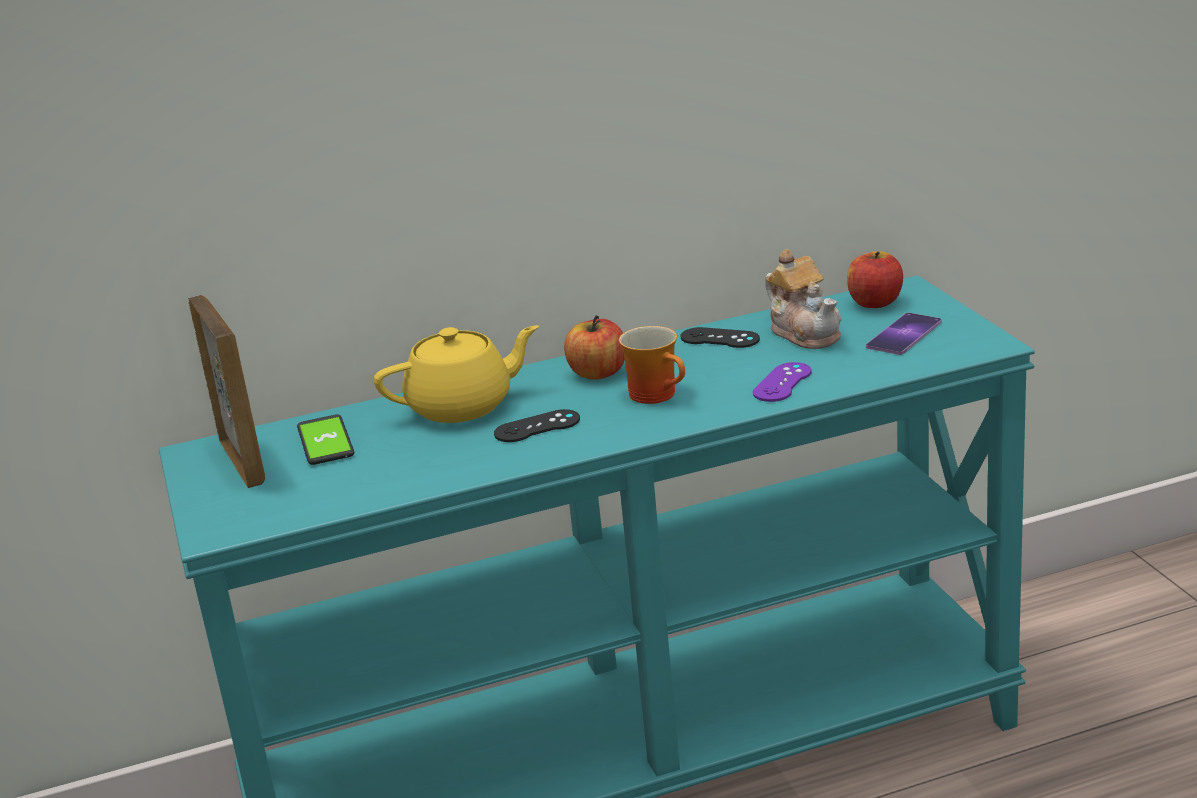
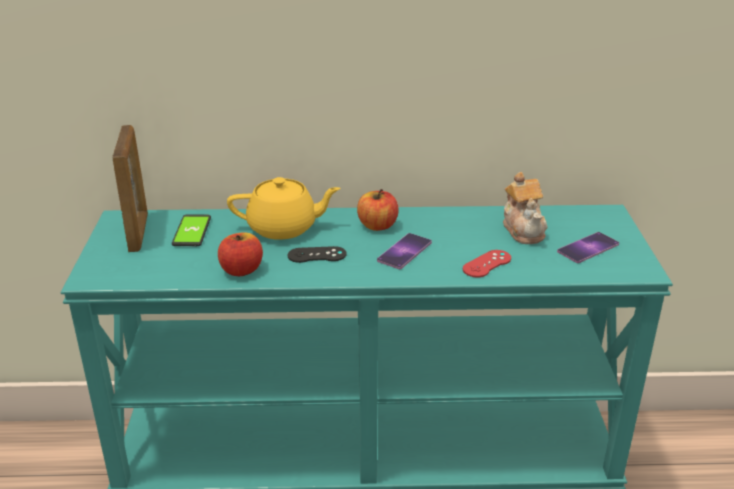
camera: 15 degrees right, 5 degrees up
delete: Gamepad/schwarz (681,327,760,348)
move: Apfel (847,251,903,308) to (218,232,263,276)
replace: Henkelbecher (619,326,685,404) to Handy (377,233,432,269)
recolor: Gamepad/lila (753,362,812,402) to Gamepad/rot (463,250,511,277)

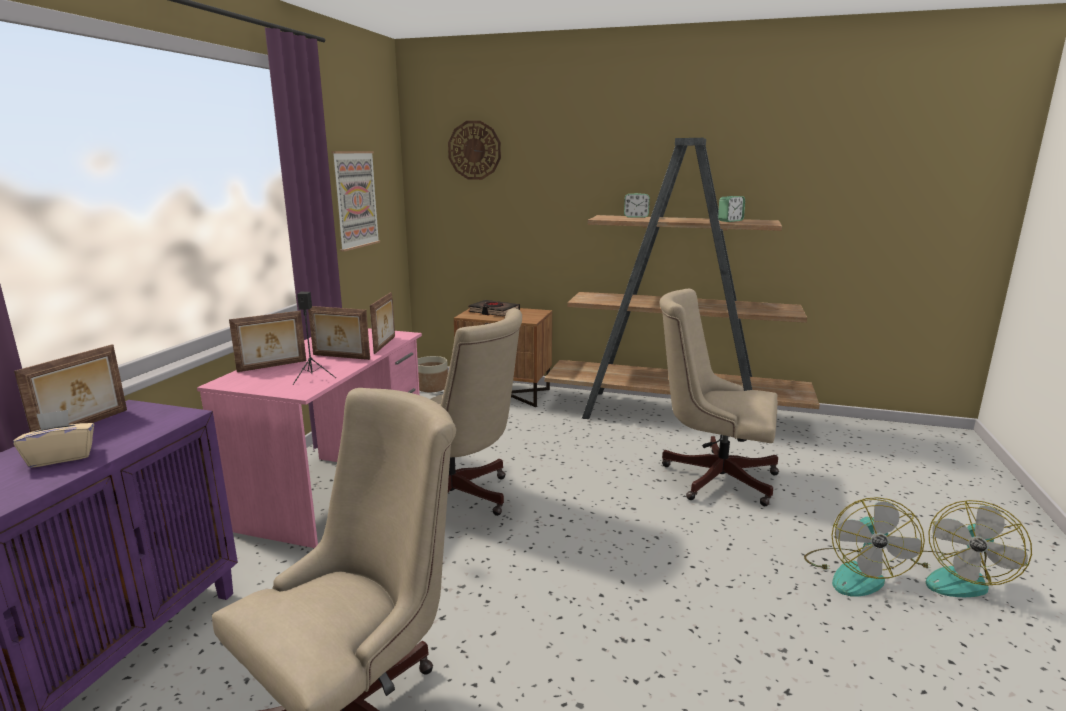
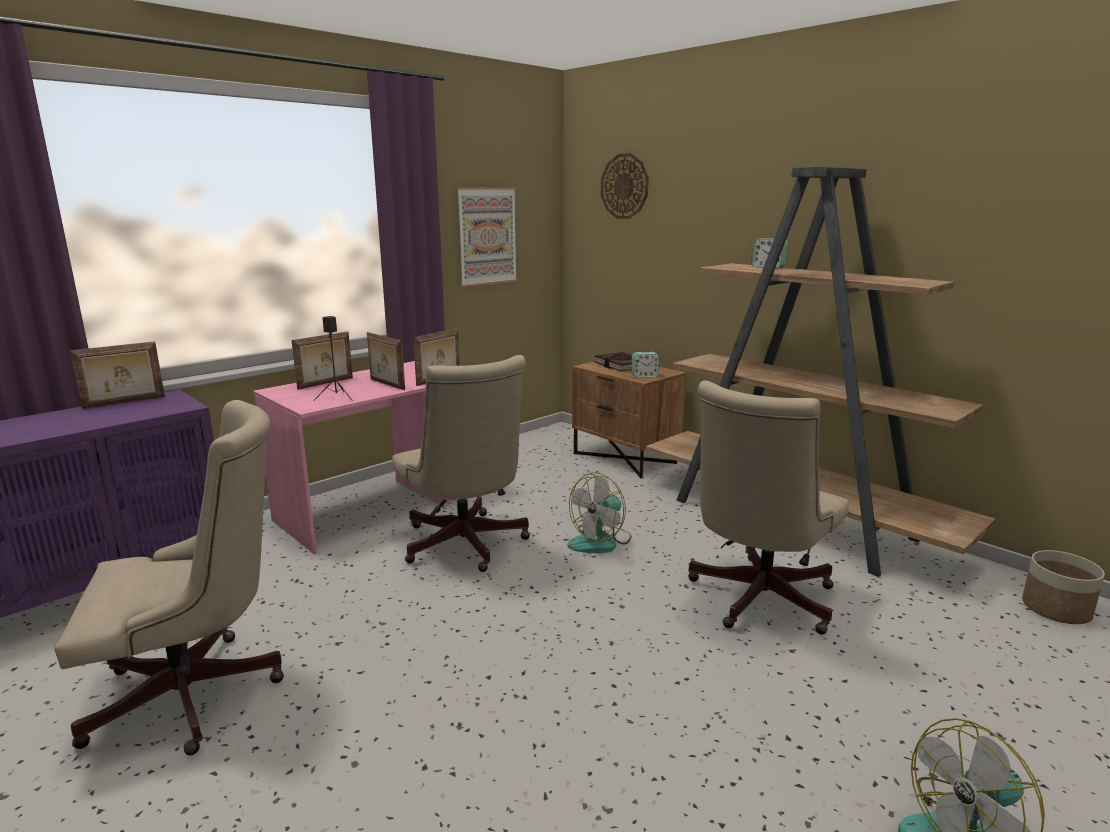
camera: 30 degrees right, 0 degrees up
delete: Taschentuchbox/beige (13,409,94,468)
move: Pflanzkübel (418,356,448,392) to (1022,550,1105,624); Wecker (718,196,745,222) to (631,352,660,378); Ventilator (804,497,925,597) to (567,472,632,553)
rotate: Bilderrahmen (229,311,306,372) = (291,331,353,390) 45 degrees counterclockwise; Bürostuhl/beige (660,289,779,506) = (688,381,849,635) 105 degrees counterclockwise

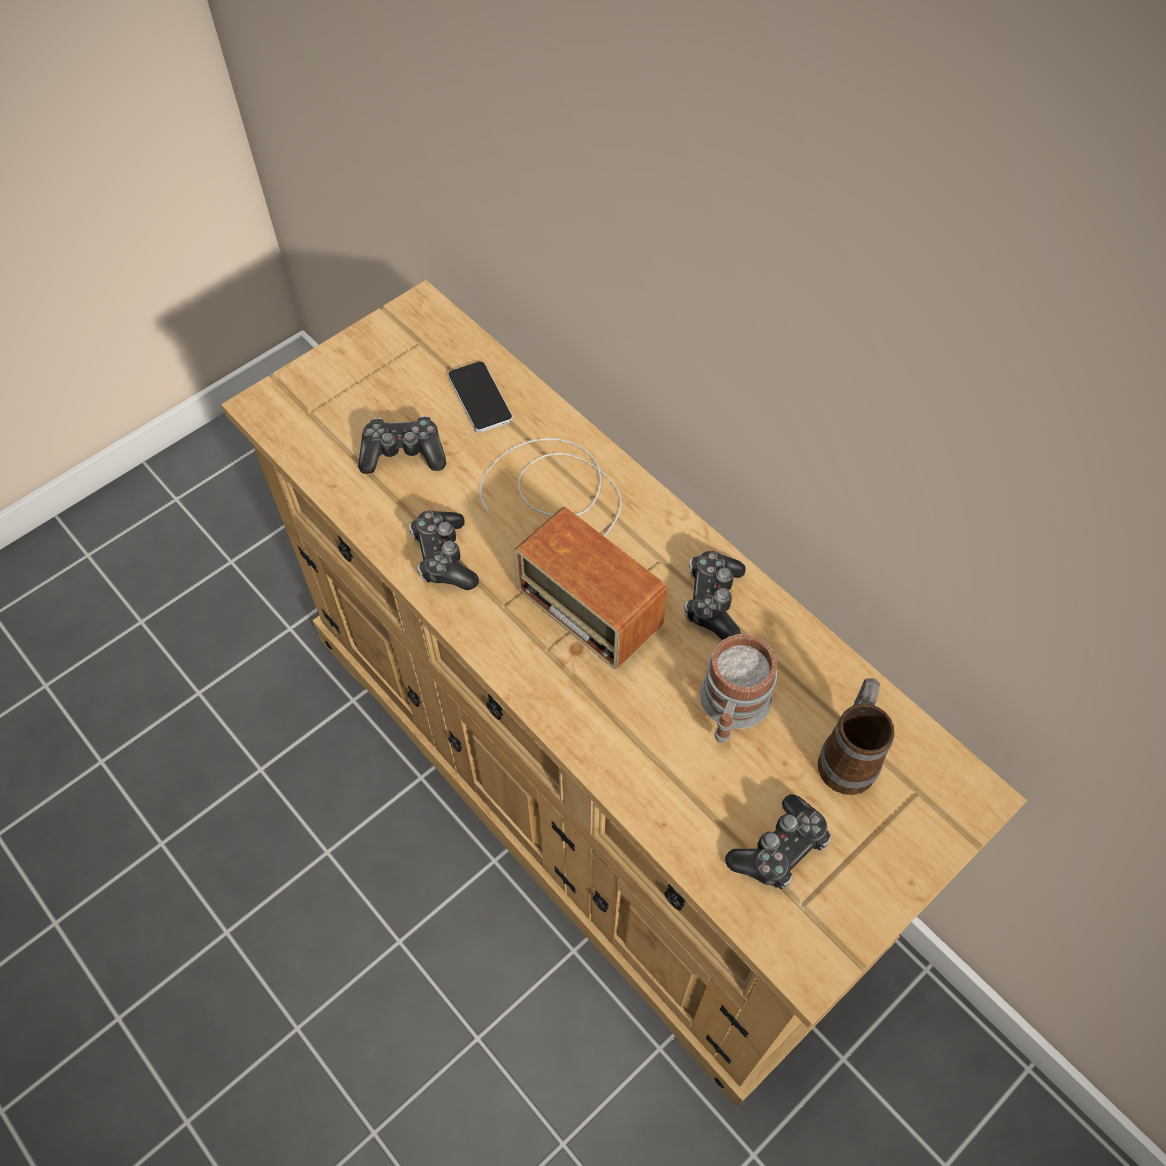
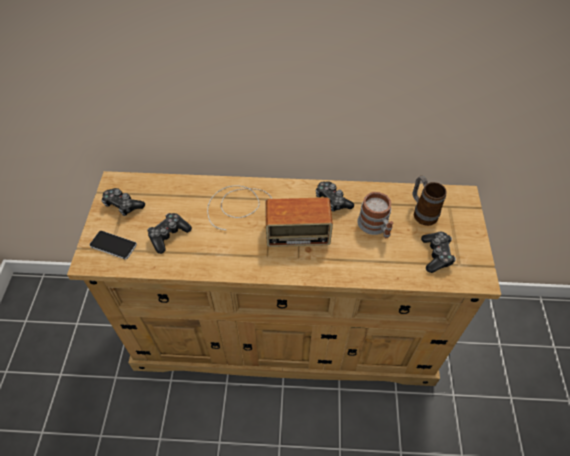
camera: 45 degrees left, 5 degrees down
move: Gamepad (409,510,479,590) to (101,188,145,216); Handy (448,361,513,433) to (90,231,137,259)

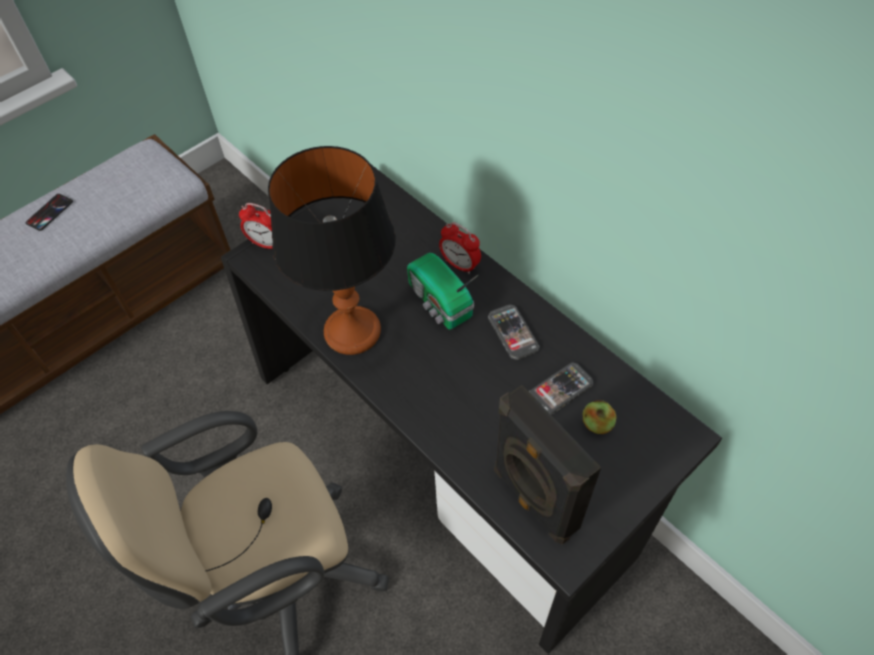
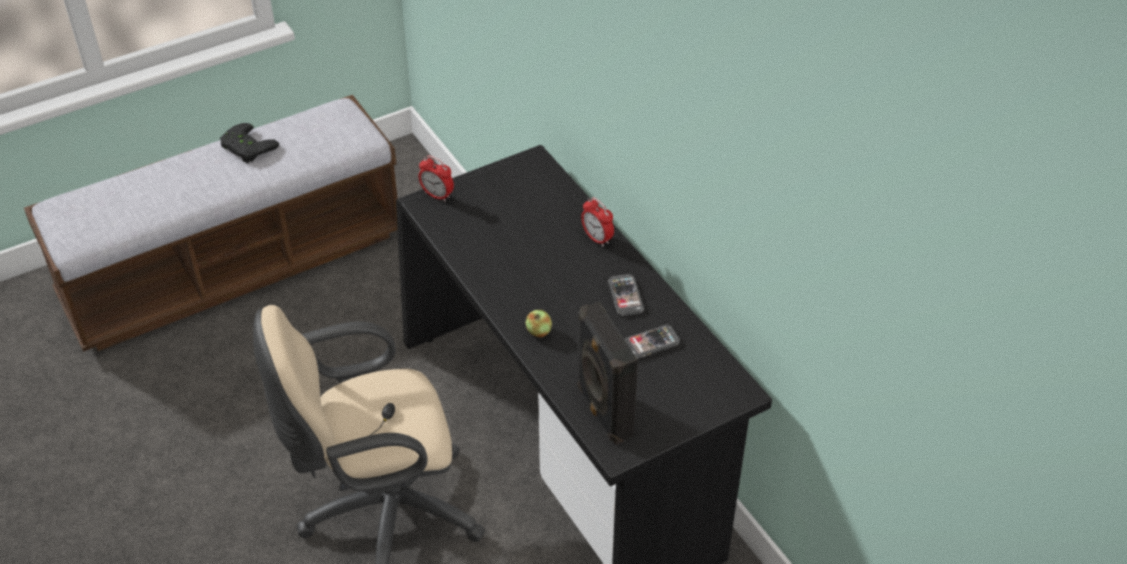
camera: 10 degrees right, 10 degrees down
delete: Tischlampe (268,146,396,355); Radio (407,253,478,330)
move: Apfel (583,400,617,434) to (526,309,552,338)
replace: Handy (26,194,73,231) to Gamepad/schwarz (220,123,279,163)

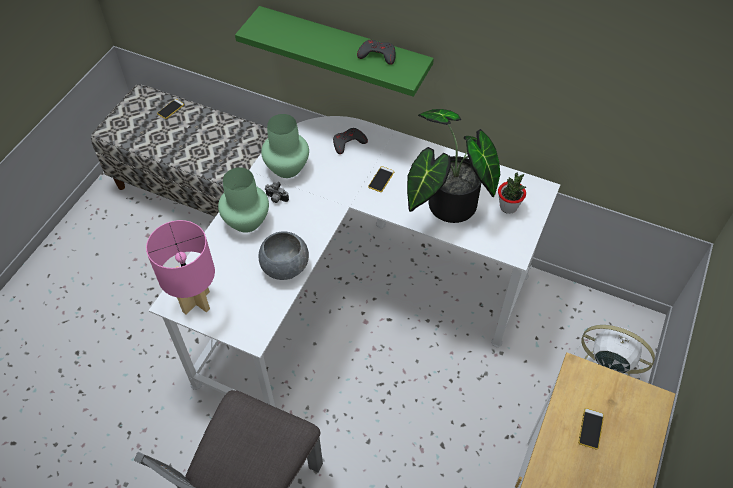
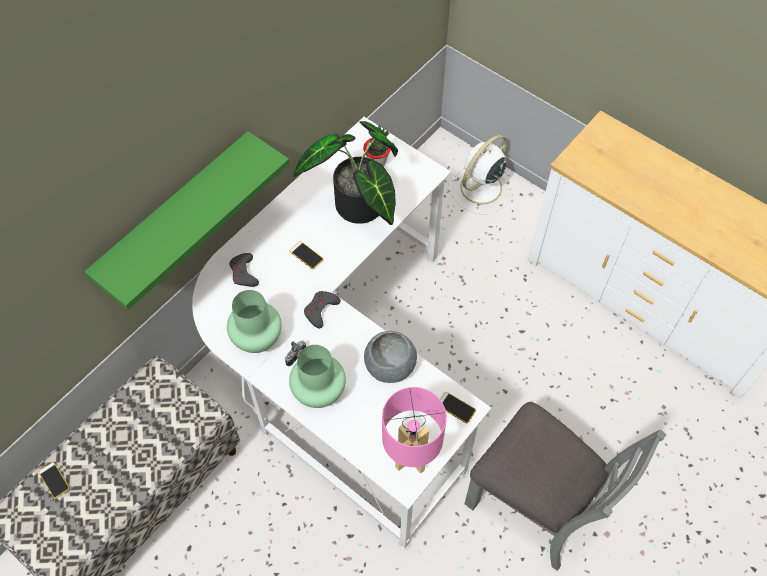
camera: 75 degrees left, 5 degrees up
move: Gamepad/grau (357,40,396,65) to (304,291,341,329); Handy (578,408,604,450) to (440,392,476,423)

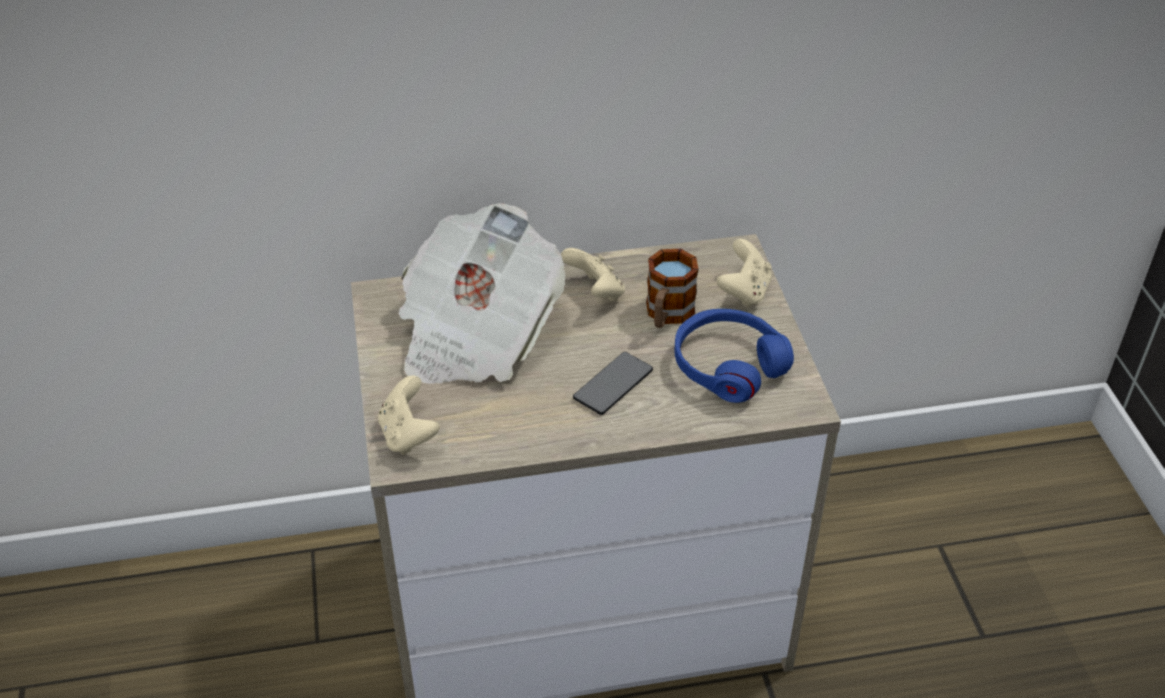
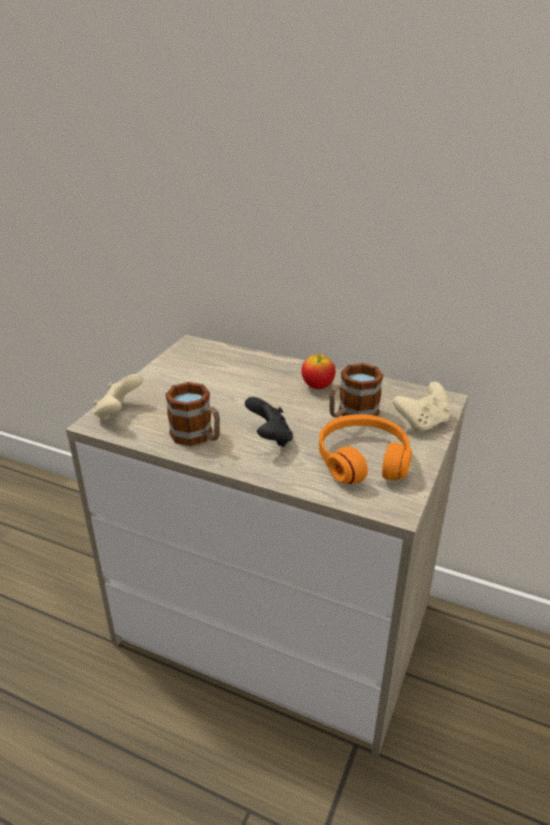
camera: 35 degrees right, 10 degrees down
delete: Zeitung (398,203,566,384)
insert: Henkelbecher (165,382,220,446)
replace: Gamepad/beige (561,248,625,301) to Apfel (301,354,336,389); Handy (573,352,653,415) to Gamepad/schwarz (245,397,293,447)
recolor: Kopfhörer/blau (674,309,794,403) to Kopfhörer/orange (319,414,412,484)

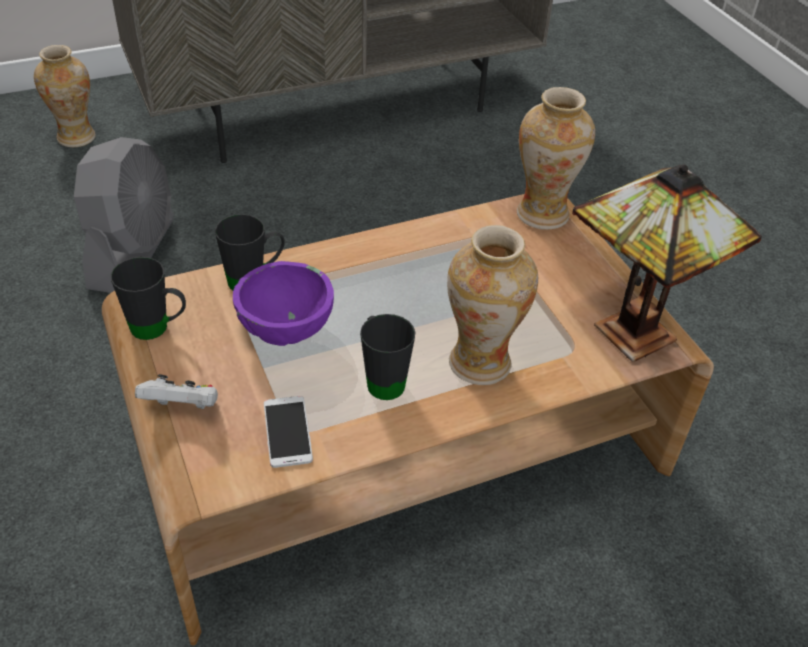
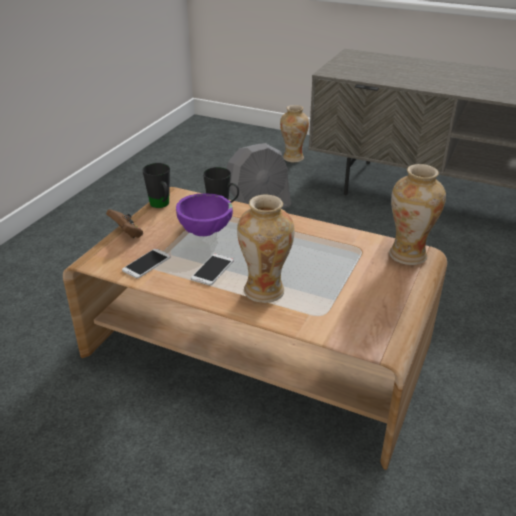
camera: 50 degrees right, 10 degrees down
delete: Tischlampe (572,165,762,362)
replace: Henkelbecher/schwarz (360,314,415,400) to Handy (191,254,233,286)
recolor: Gamepad/weiß (135,374,218,409) to Gamepad/braun (106,209,143,238)

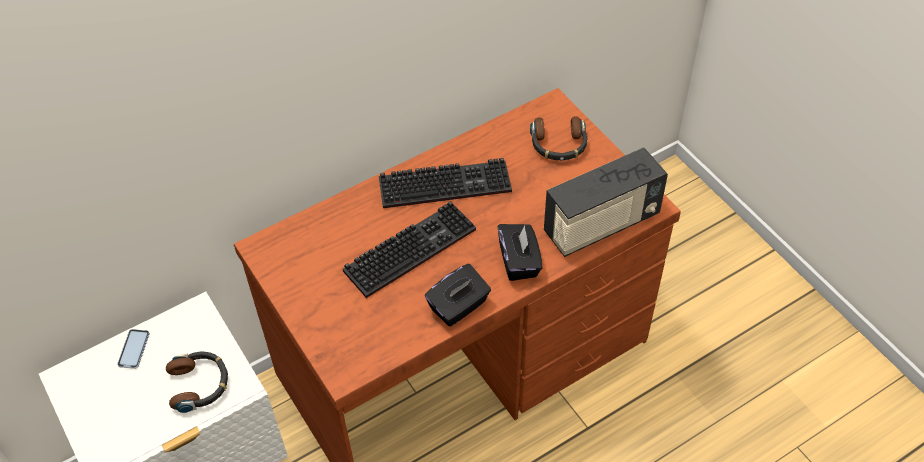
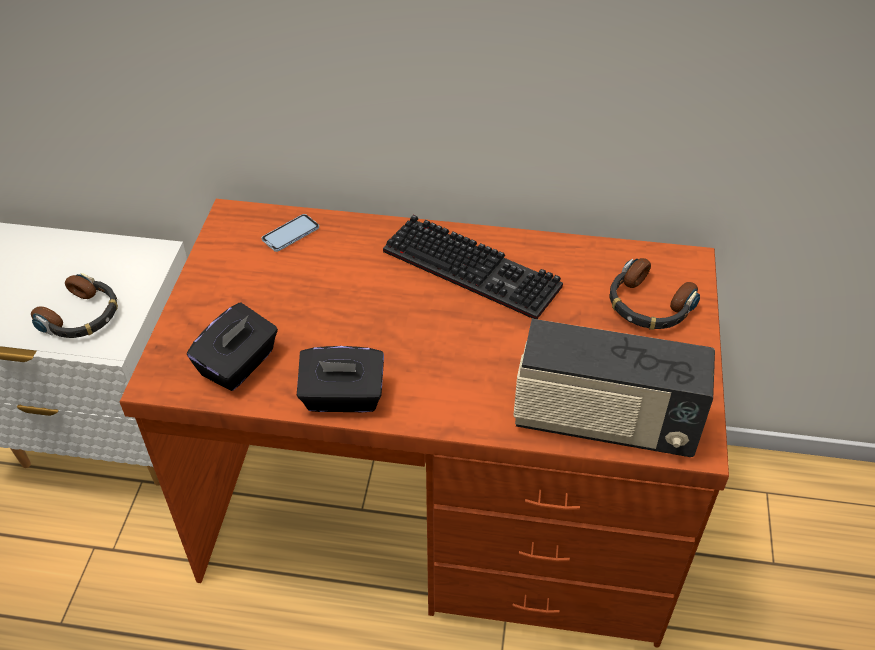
camera: 40 degrees right, 5 degrees down
delete: Tastatur (343,201,476,298)
move: Handy (117,329,150,369) to (262,214,319,252); Taschentuchbox/schwarz (498,224,543,281) to (187,303,278,391)

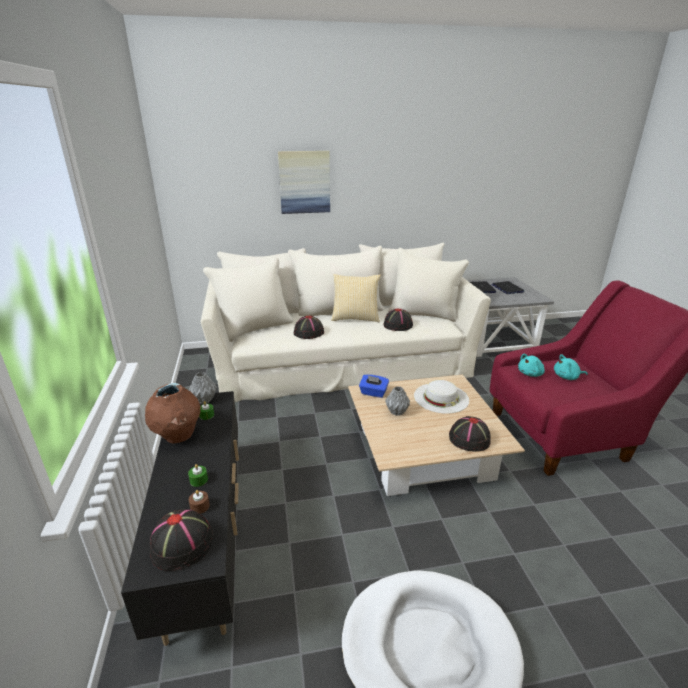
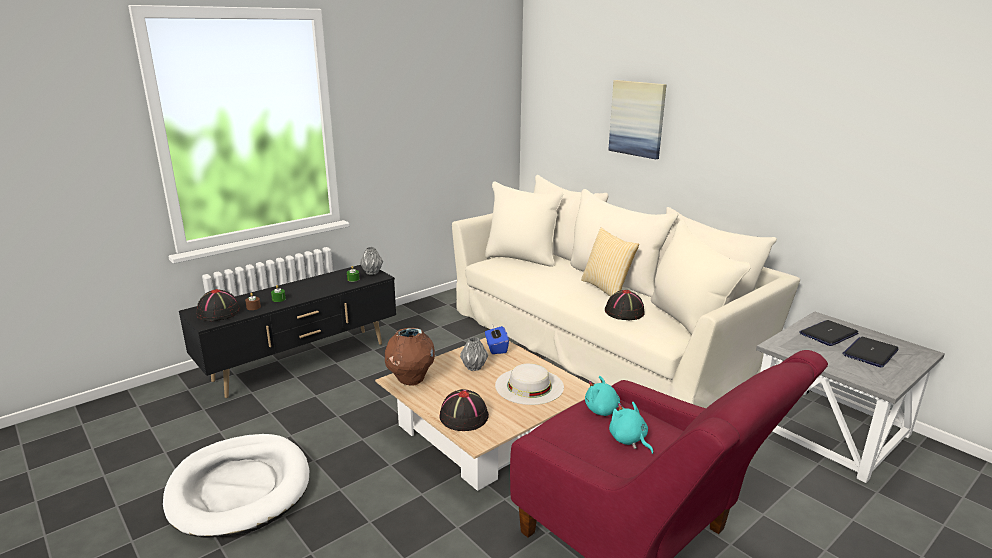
camera: 60 degrees right, 5 degrees down
delete: Hut/schwarz (294,315,324,339)
move: Vase/braun (145,383,201,443) to (385,328,435,386)

